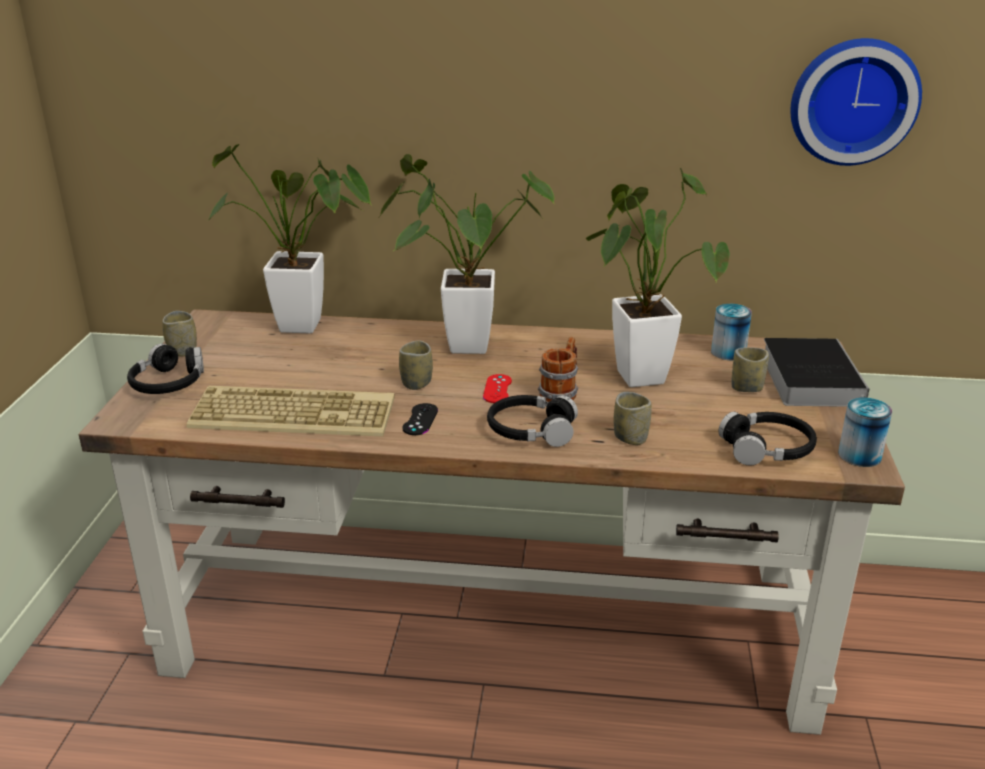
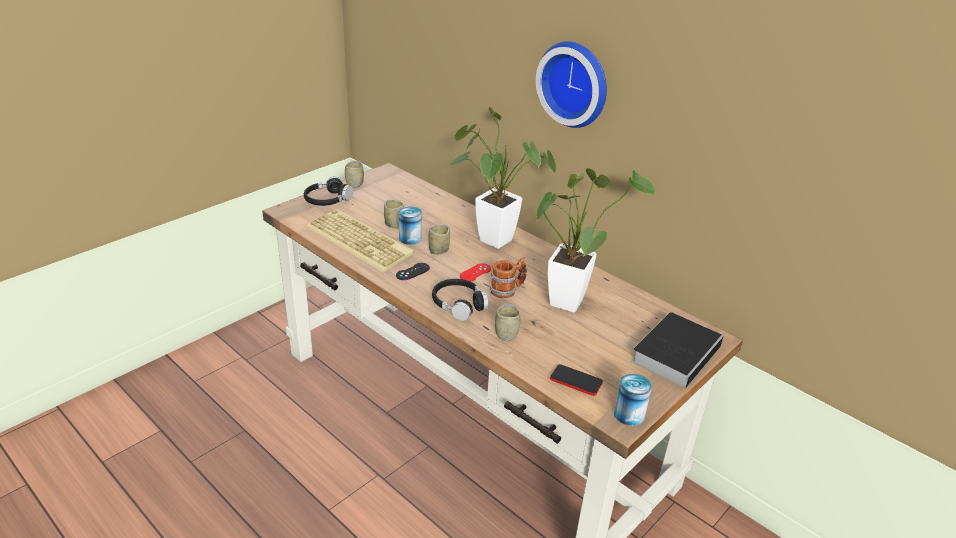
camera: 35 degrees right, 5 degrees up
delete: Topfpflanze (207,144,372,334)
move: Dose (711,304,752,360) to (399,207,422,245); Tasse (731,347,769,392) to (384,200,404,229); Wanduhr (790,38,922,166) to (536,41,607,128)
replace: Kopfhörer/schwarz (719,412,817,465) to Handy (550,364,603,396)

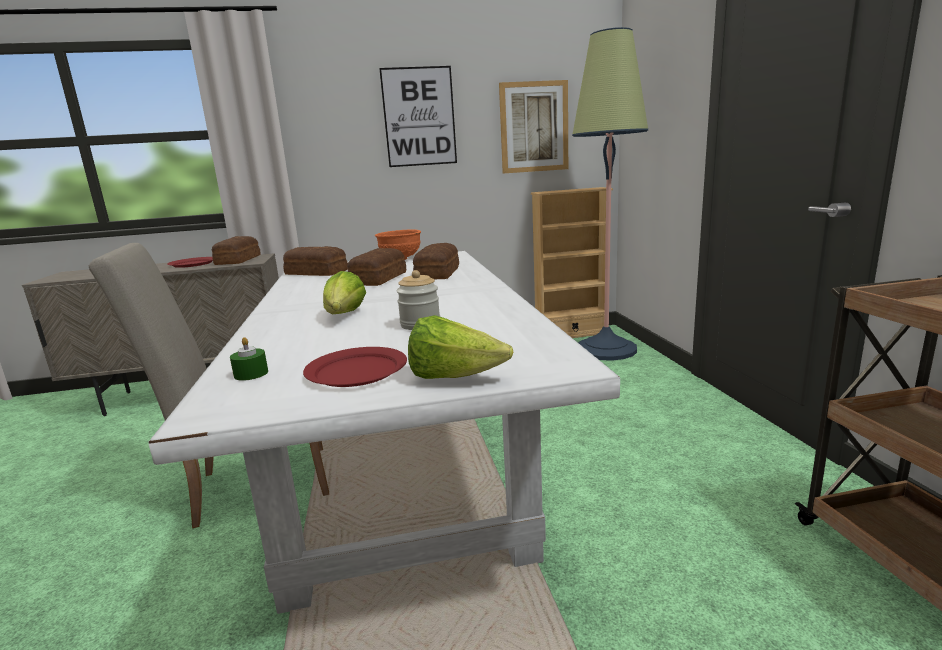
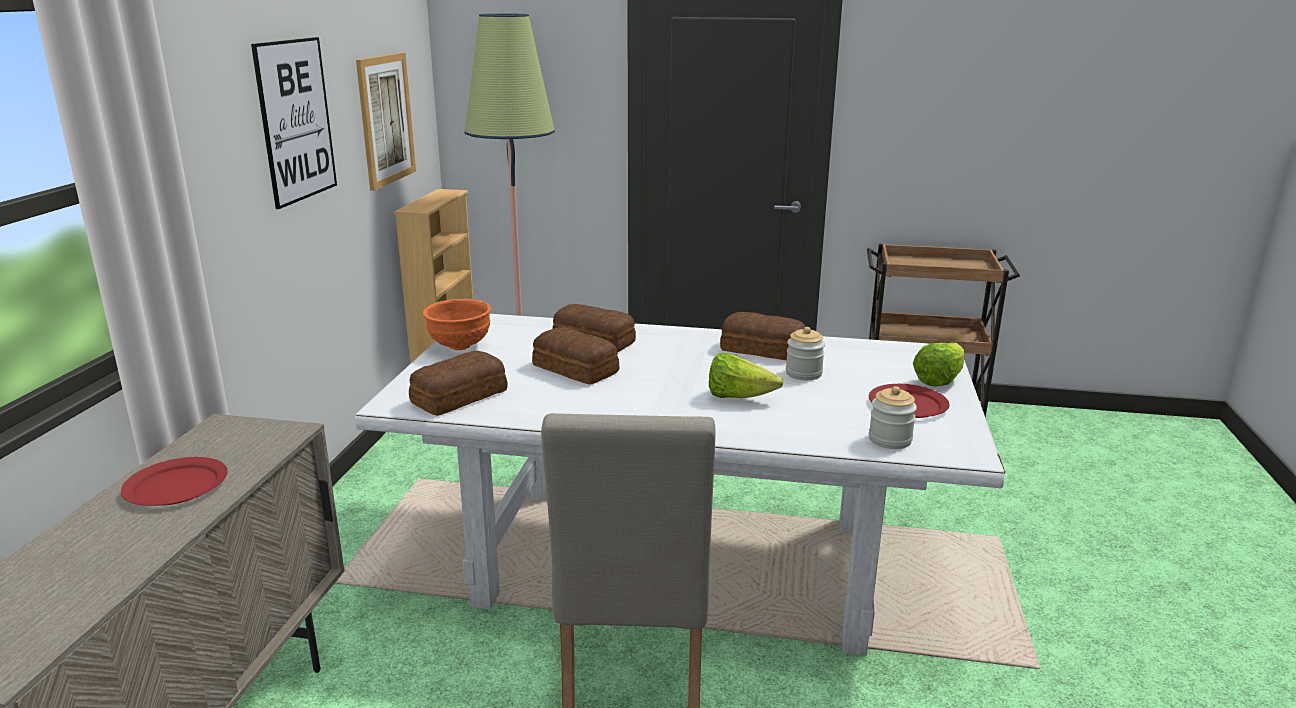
camera: 70 degrees left, 5 degrees up
move: Brot (212,236,260,265) to (720,312,805,360)
replace: Kerze/grün (230,337,268,381) to Vorratsglas (869,386,917,449)

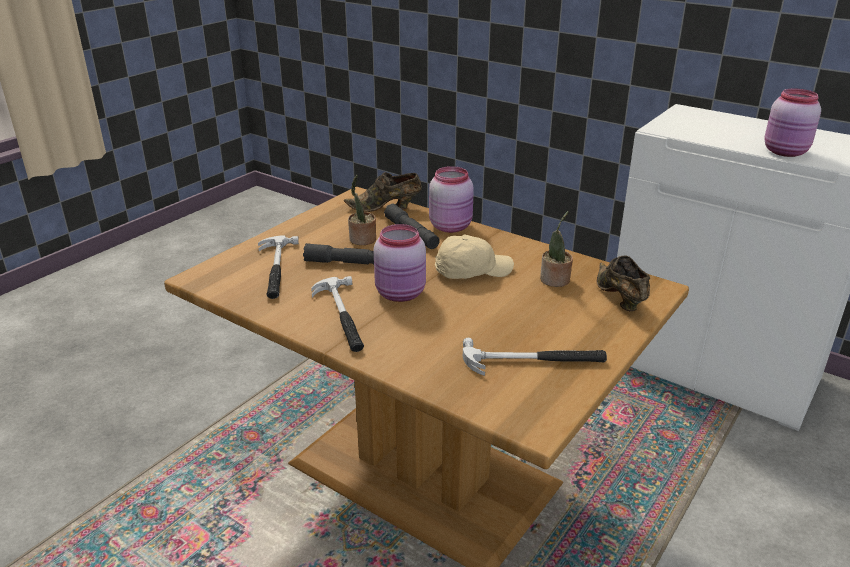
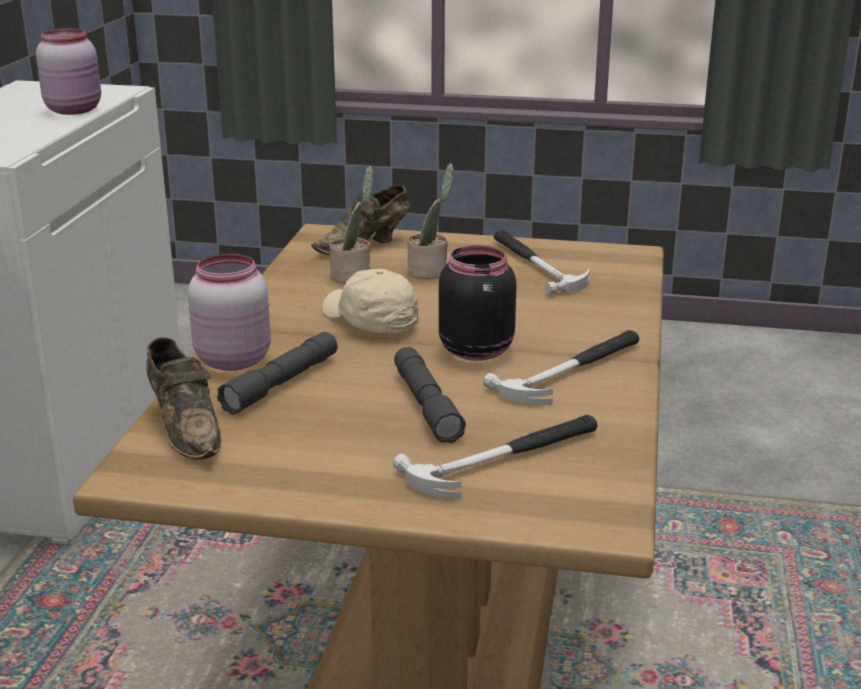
camera: 115 degrees left, 5 degrees down
move: Topfpflanze (348,175,376,245) to (407,163,454,279)
recolor: Vorratsglas/rosa (374,224,426,302) to Vorratsglas/schwarz (439,246,517,361)

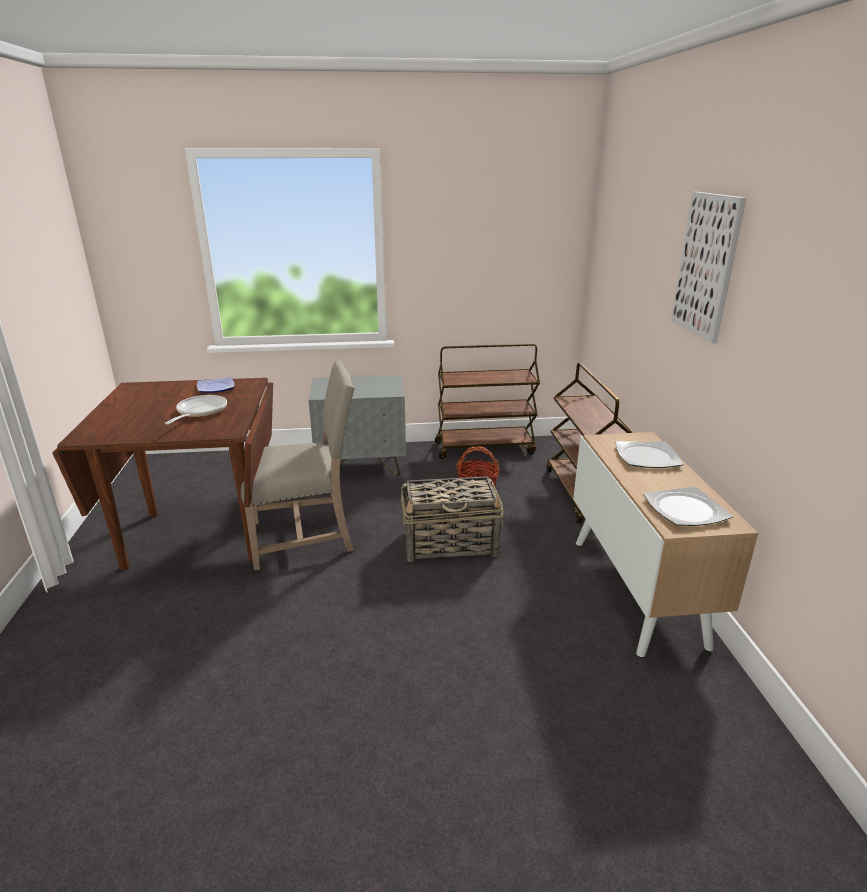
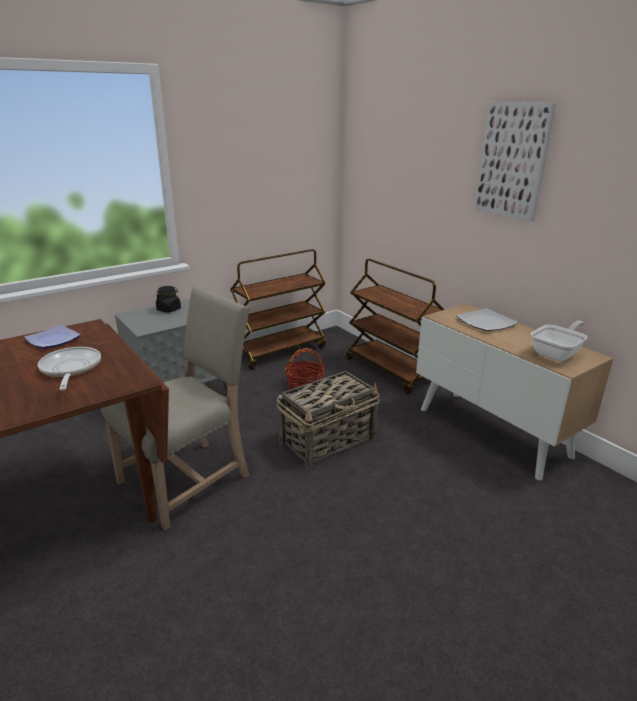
camera: 30 degrees left, 0 degrees up
insert: Vorratsglas/schwarz (156,286,181,313)
replace: Teller (643,487,733,526) to Pfanne (531,321,588,362)

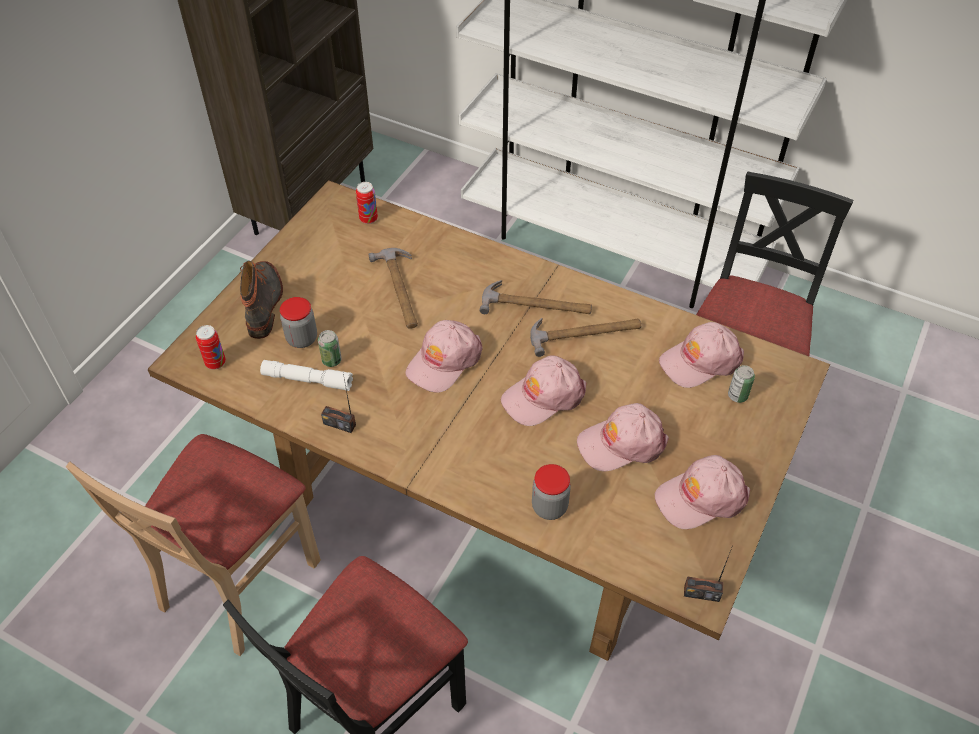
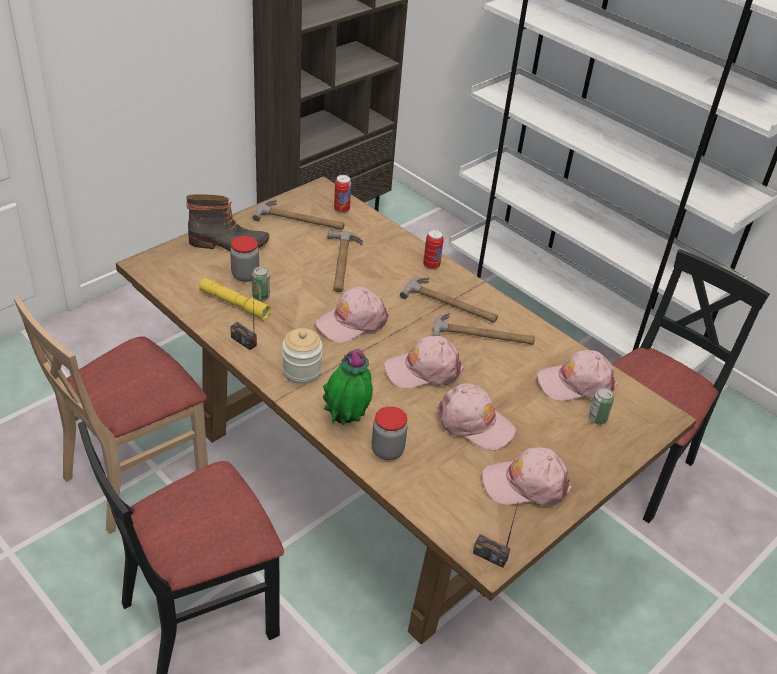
camera: 15 degrees right, 10 degrees down
insert: Hammer (253,200,345,230); Vorratsglas (282,328,323,384); Topfpflanze (323,349,373,426)
move: Dose (196,325,226,370) to (423,229,444,270)
recolor: Taschenlampe/weiß (260,360,353,391) to Taschenlampe/gelb (199,278,271,320)
rotate: Stiefel (240,261,283,339) = (186,194,269,251) 75 degrees clockwise; Kappe/rosa (577,403,669,472) = (437,383,516,450) 150 degrees counterclockwise

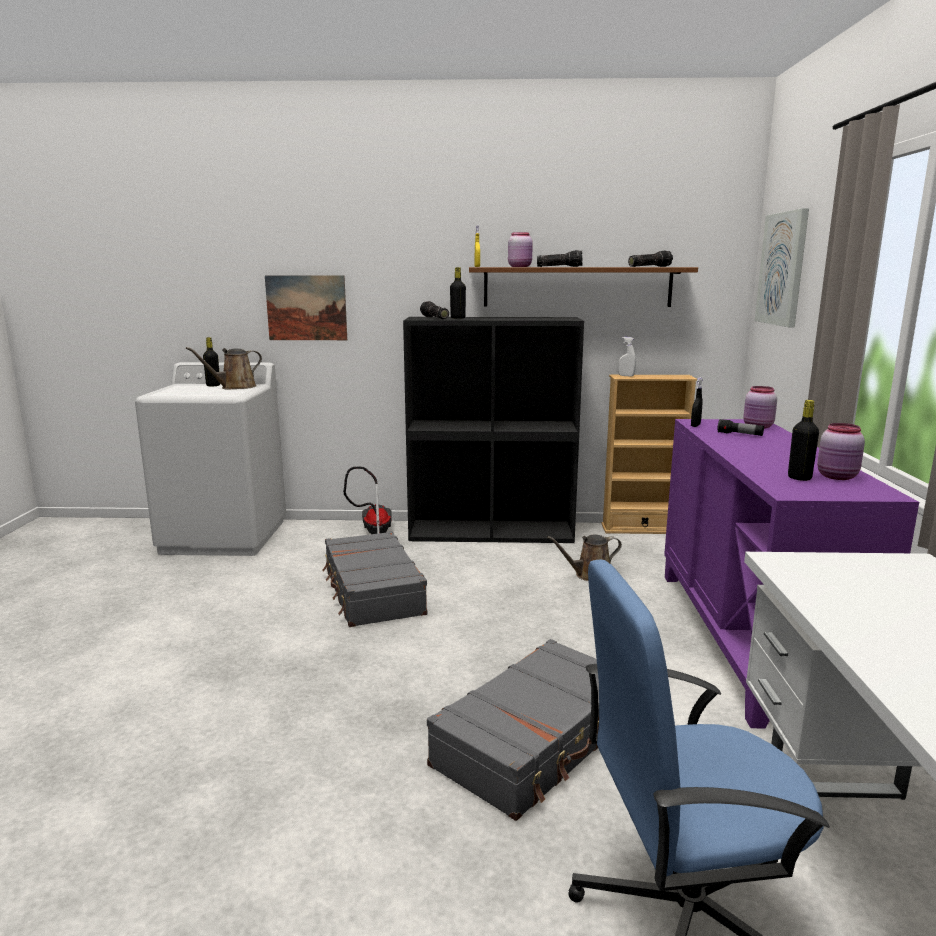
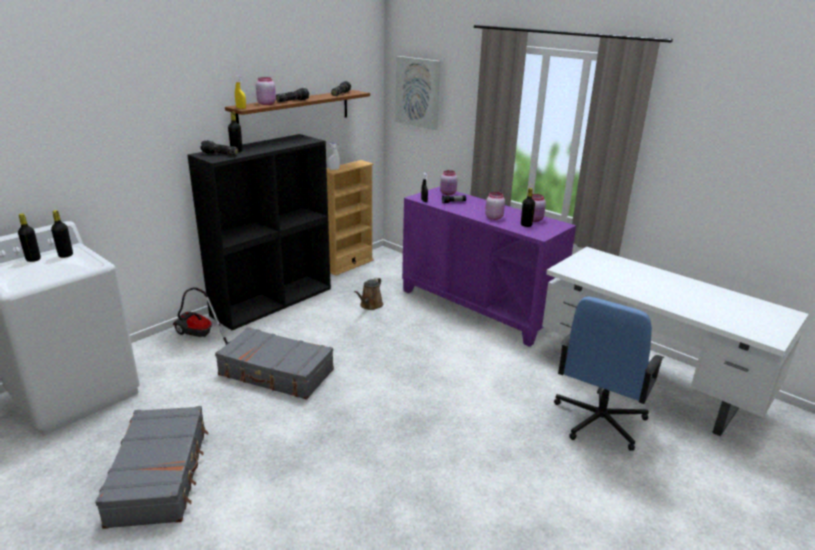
camera: 50 degrees left, 10 degrees up
delete: Bild (265,275,347,340)
insert: Vorratsglas/rosa (485,192,505,220)
move: Koffer/grau (427,639,599,821) to (95,406,209,529)
replace: Gießkanne/braun (186,347,262,390) to Flasche/schwarz (51,210,73,258)

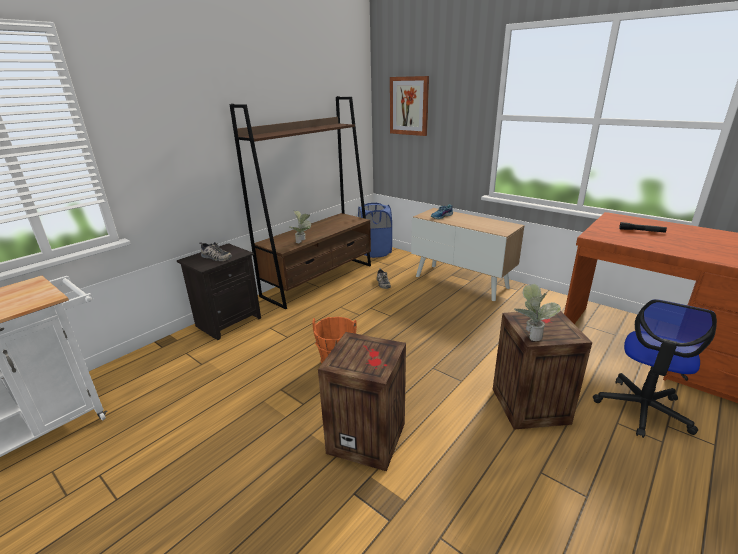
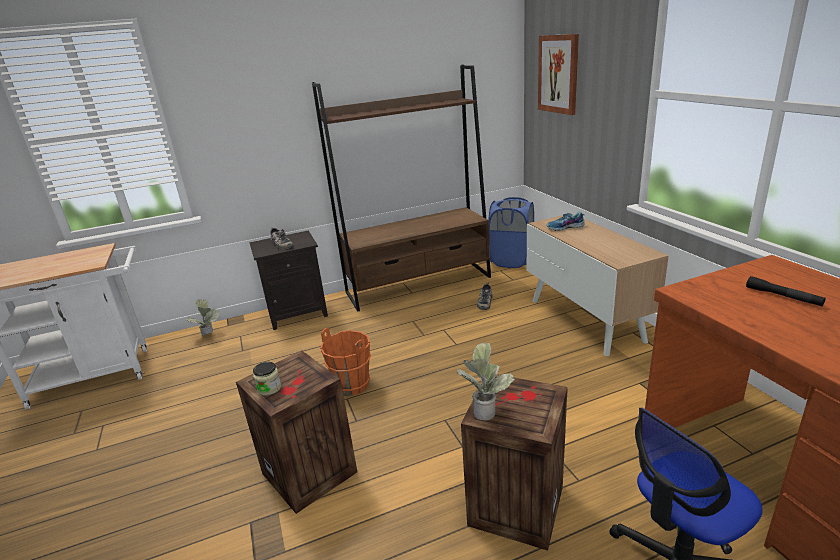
camera: 30 degrees right, 0 degrees up
insert: Vorratsglas (253,362,281,396)
move: Topfpflanze (289,211,311,243) to (186,299,219,337)

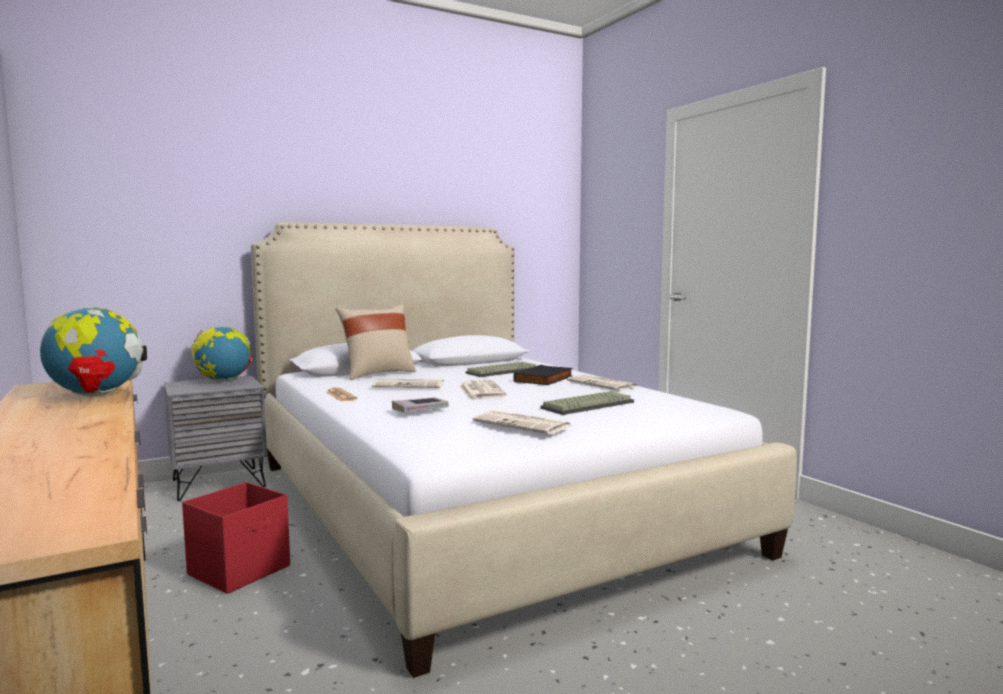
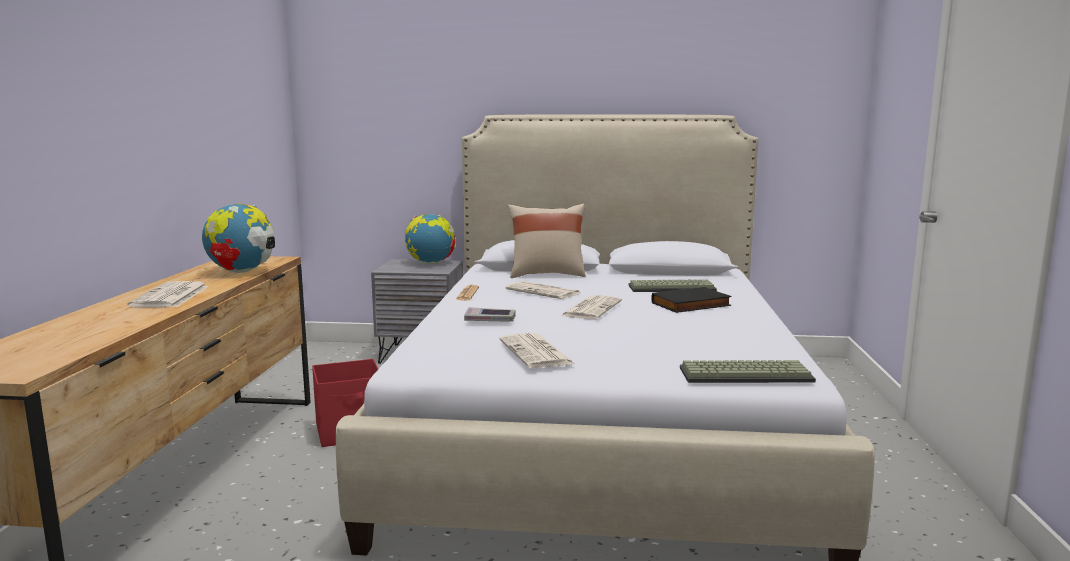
camera: 35 degrees right, 5 degrees up
move: Tastatur (541,391,634,415) to (680,360,816,383); Zeitung (567,375,637,391) to (128,281,208,307)

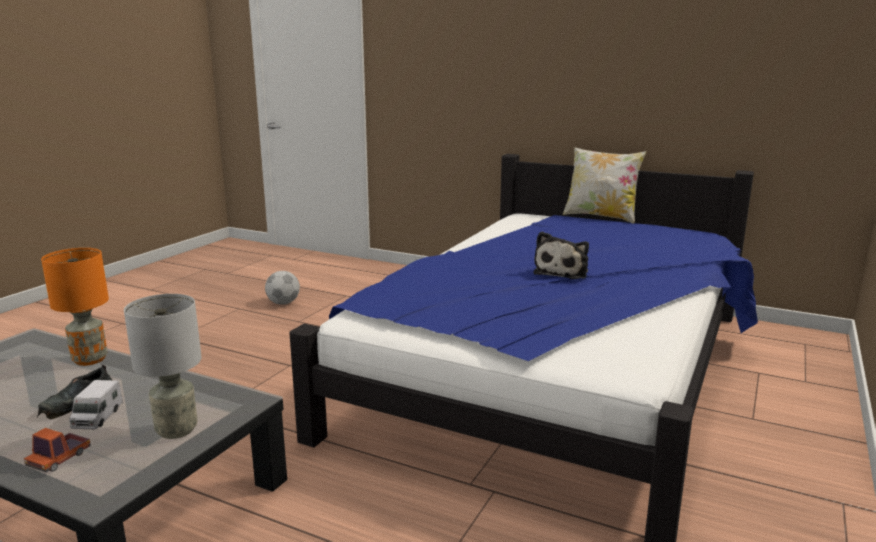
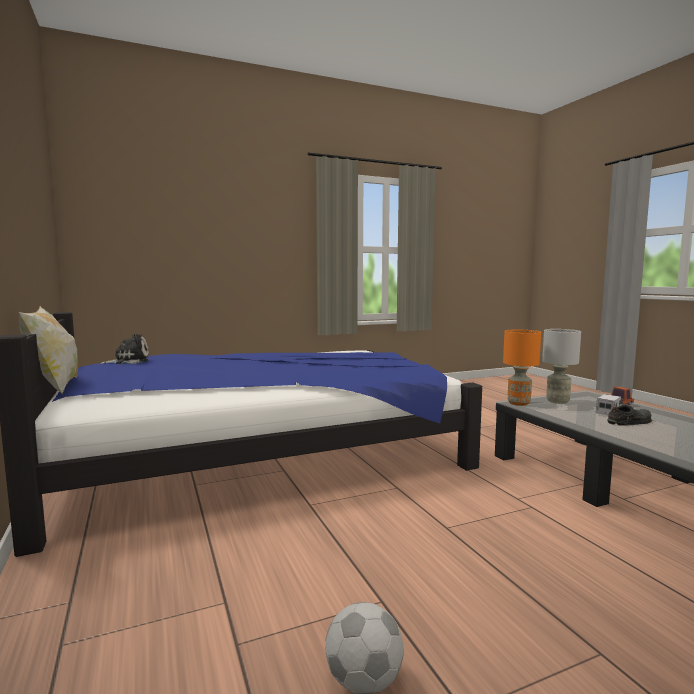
camera: 140 degrees left, 10 degrees down
move: Tischlampe/orange (41,248,109,366) to (503,329,541,406); Plüschtier (533,232,589,279) to (100,334,149,364)

